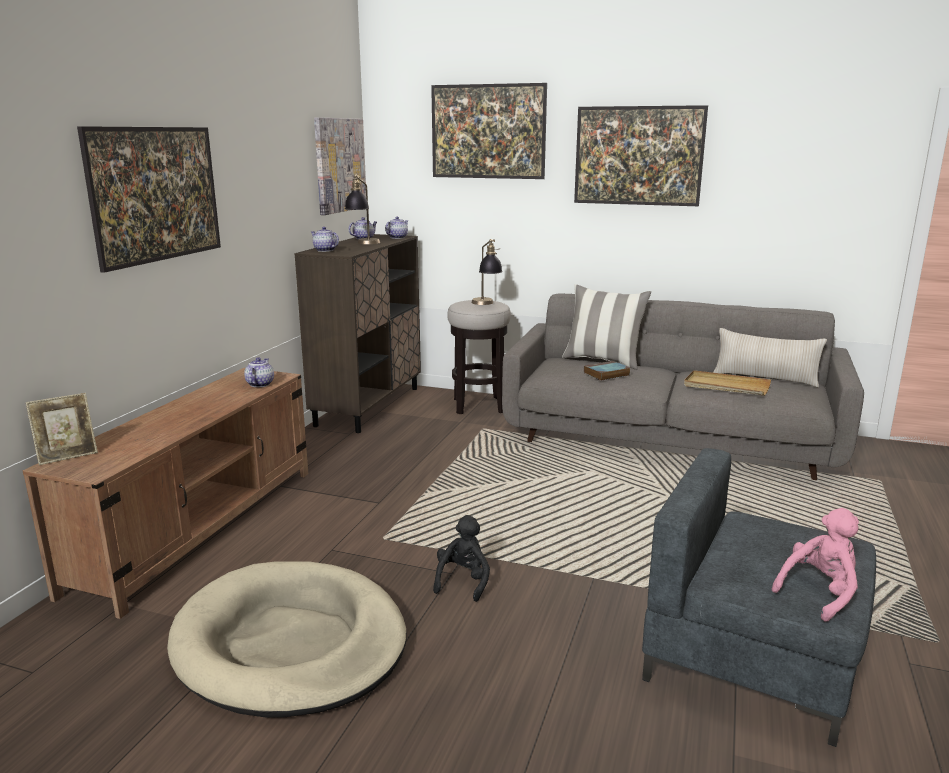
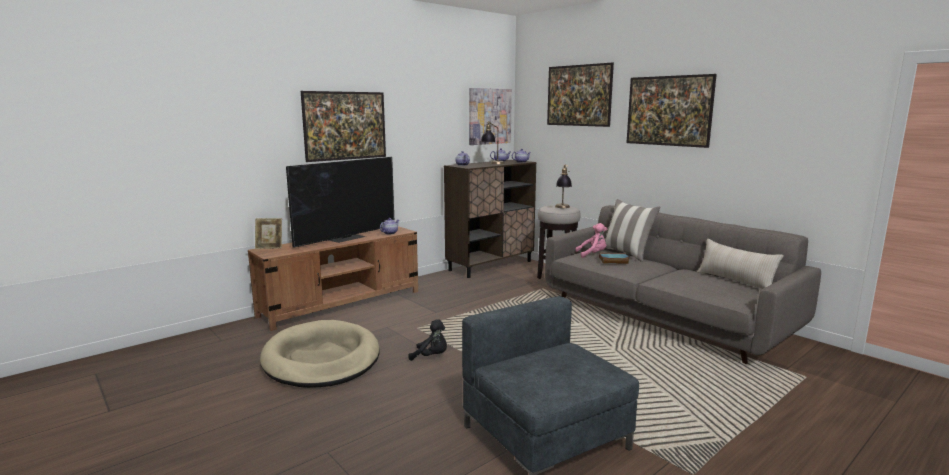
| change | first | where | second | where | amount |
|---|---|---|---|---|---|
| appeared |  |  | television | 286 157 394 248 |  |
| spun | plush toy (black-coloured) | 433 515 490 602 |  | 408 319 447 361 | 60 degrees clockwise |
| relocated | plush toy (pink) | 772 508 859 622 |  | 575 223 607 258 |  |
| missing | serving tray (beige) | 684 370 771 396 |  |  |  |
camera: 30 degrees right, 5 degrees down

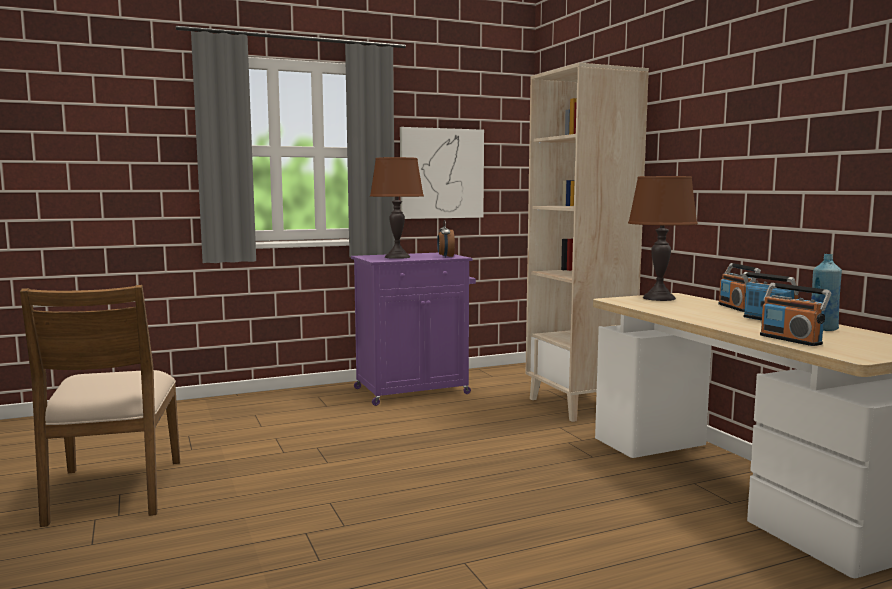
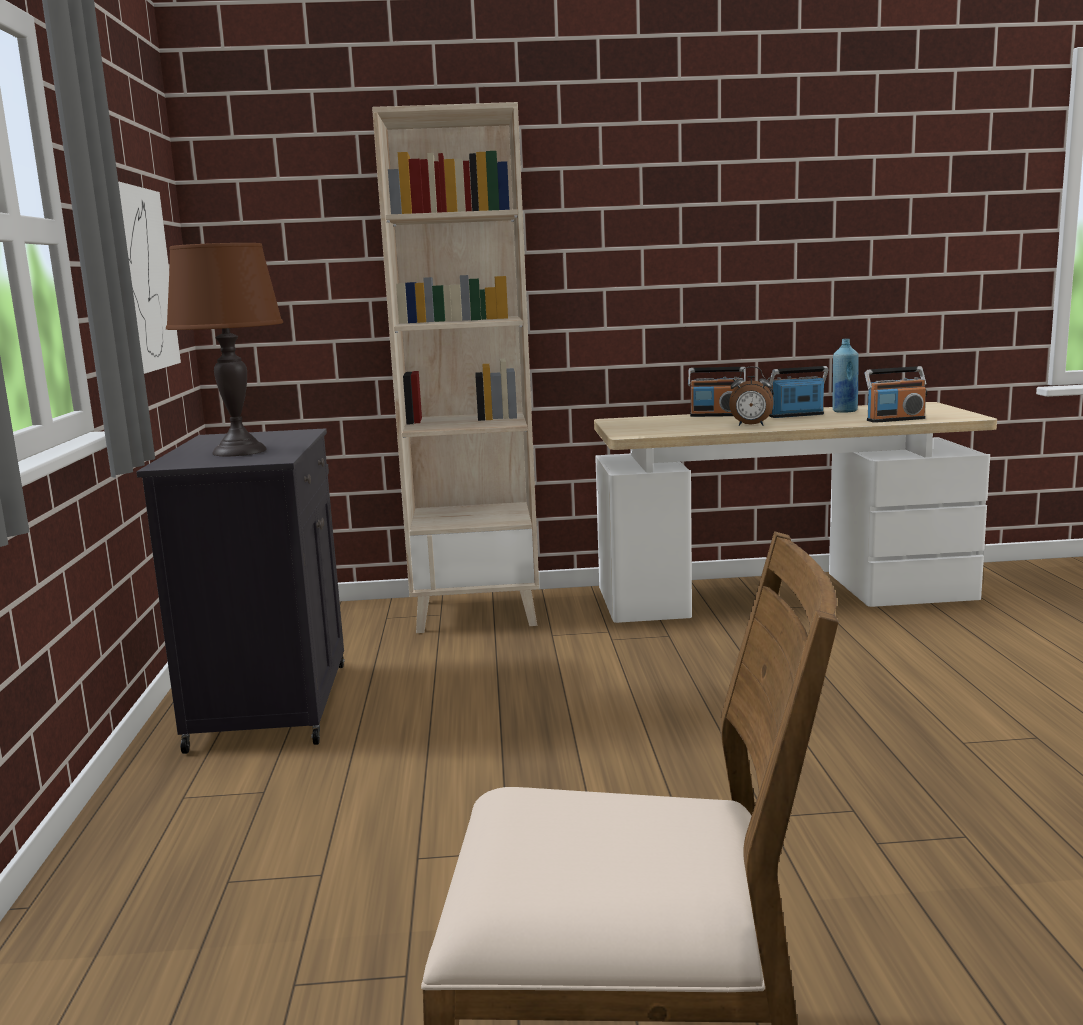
| change | first | where | second | where | amount |
|---|---|---|---|---|---|
| colour | cabinet (purple) | 351 253 476 406 | cabinet (black-coloured) | 136 428 345 754 |  |
| relocated | alarm clock | 437 220 455 258 |  | 729 366 774 426 |  |
| missing | tabletop lamp (brownish) | 628 176 698 301 |  |  |  |
camera: 70 degrees left, 5 degrees up

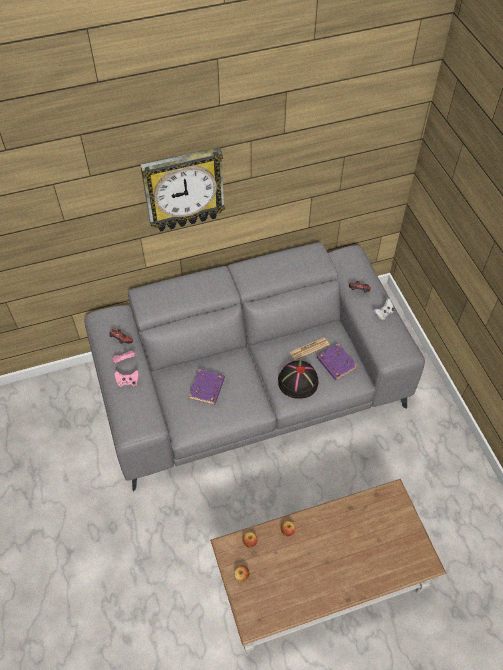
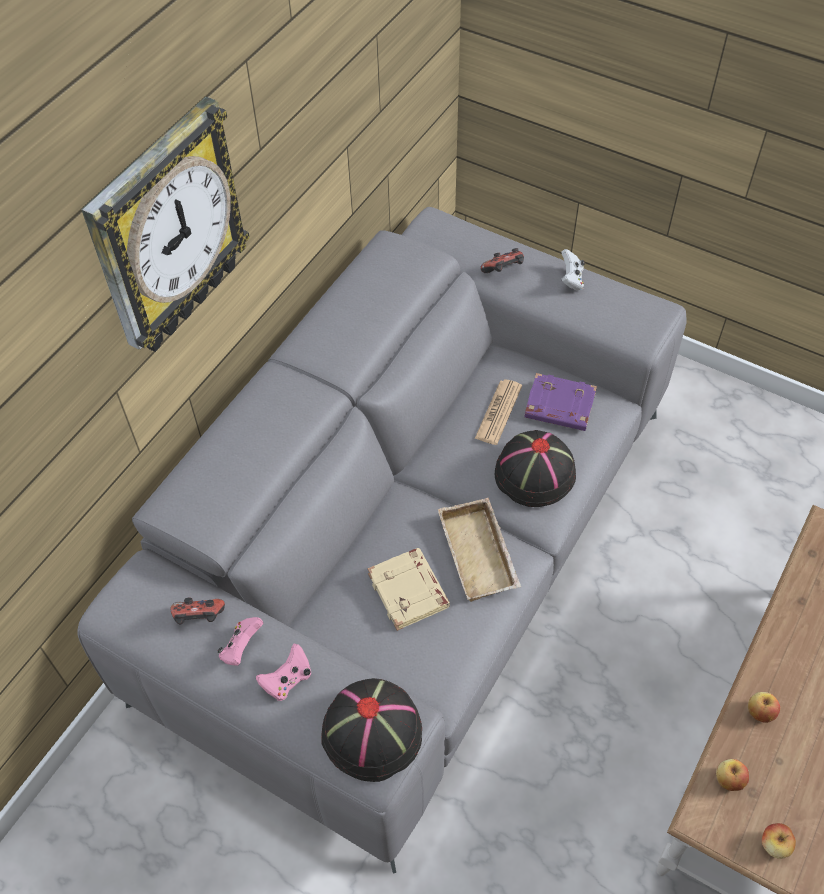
| change | first | where | second | where | amount |
|---|---|---|---|---|---|
| appeared |  |  | clothing hat (black-coloured) | 321 678 422 782 |  |
| colour | volume (purple) | 189 369 225 405 | volume (beige) | 368 548 450 631 |  |
| appeared |  |  | serving tray (beige) | 438 498 521 602 |  |
camera: 40 degrees left, 0 degrees up

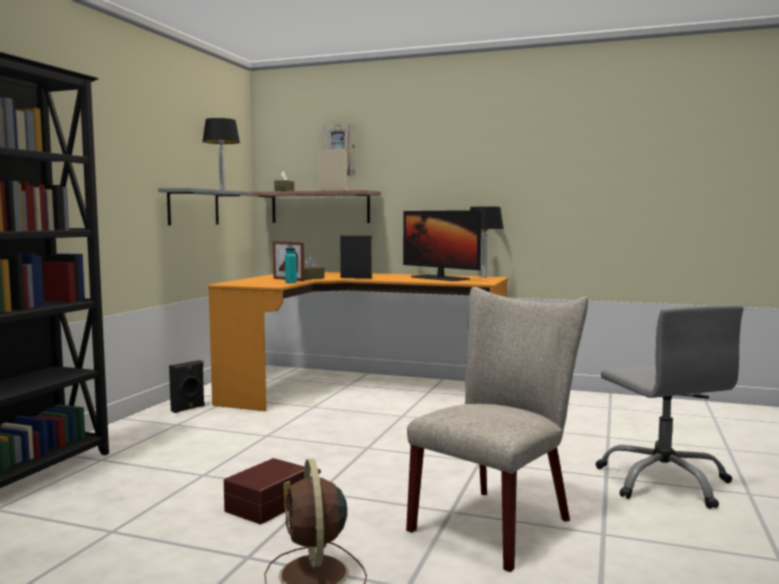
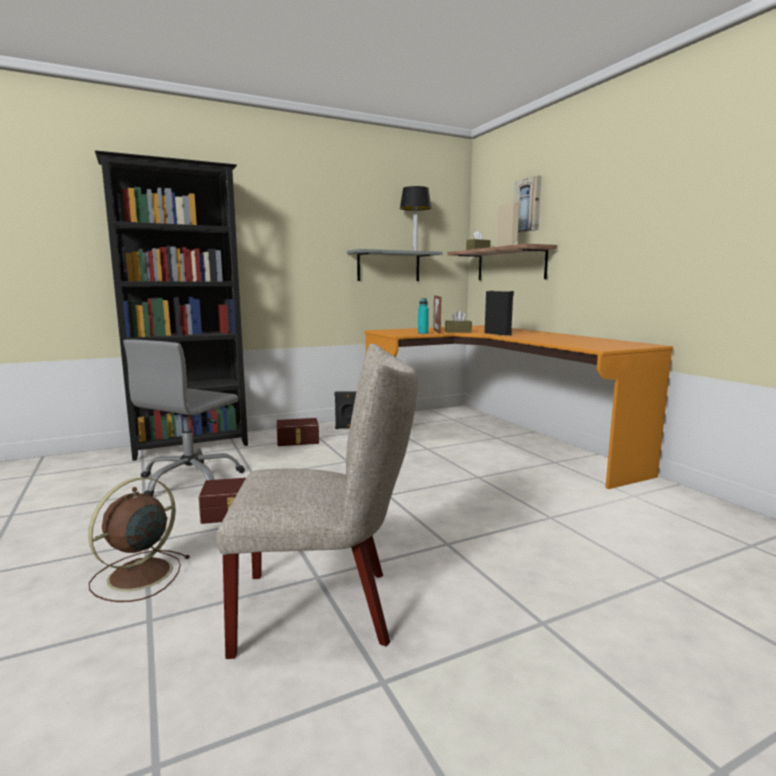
| change | first | where | second | where | amount |
|---|---|---|---|---|---|
| relocated | office chair (greyish) | 595 305 744 509 |  | 123 339 245 497 |  |
| appeared |  |  | storage bin (brownish) | 277 418 319 446 |  |
| missing | computer display | 403 210 482 281 |  |  |  |
| missing | tabletop lamp | 470 207 504 278 |  |  |  |
camera: 45 degrees right, 5 degrees up

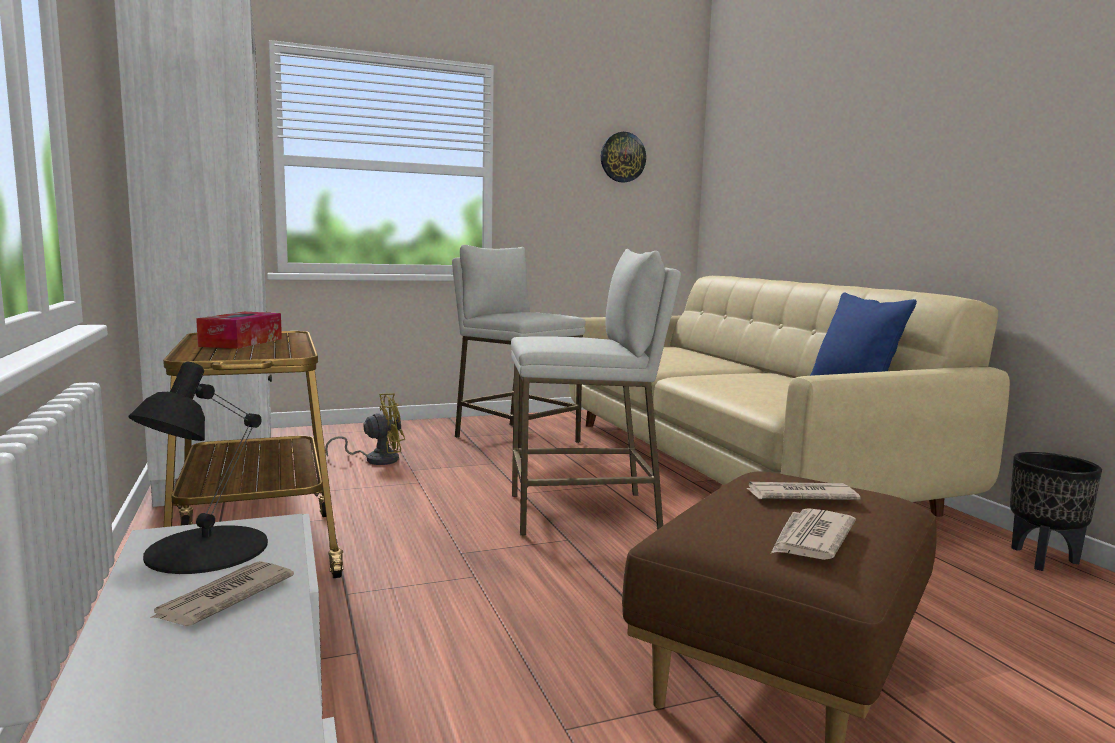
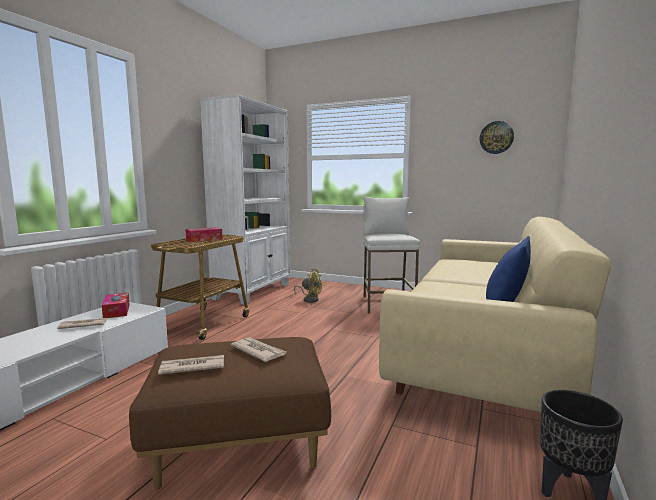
| change | first | where | second | where | amount |
|---|---|---|---|---|---|
| exchanged | tabletop lamp (black-coloured) | 128 362 268 574 | tissue box | 102 293 130 318 |  |
| missing | sitting stool (whitish) | 511 249 681 535 |  |  |  |
camera: 45 degrees right, 0 degrees up

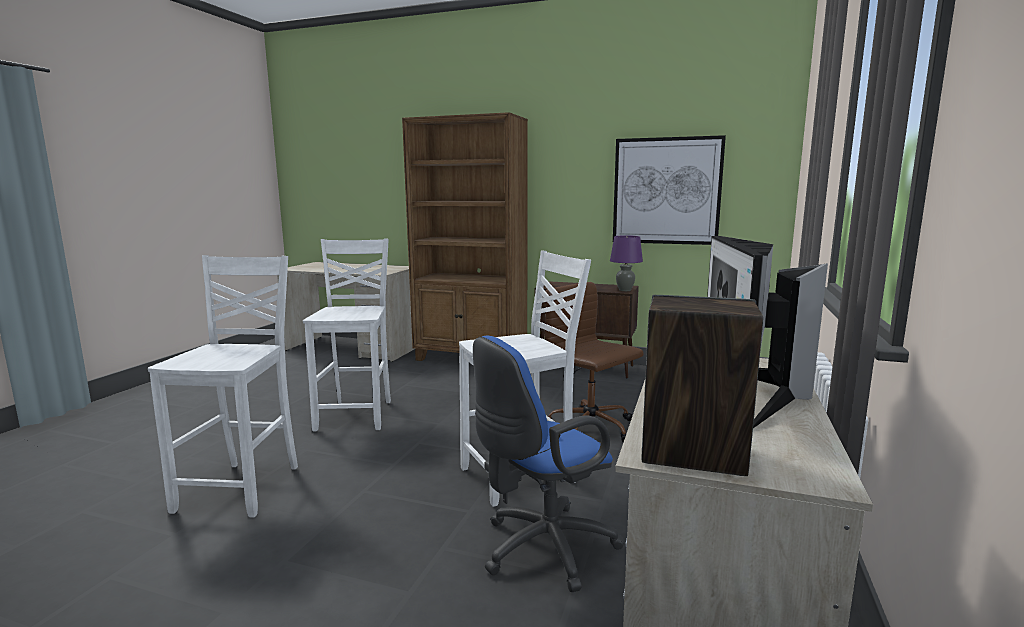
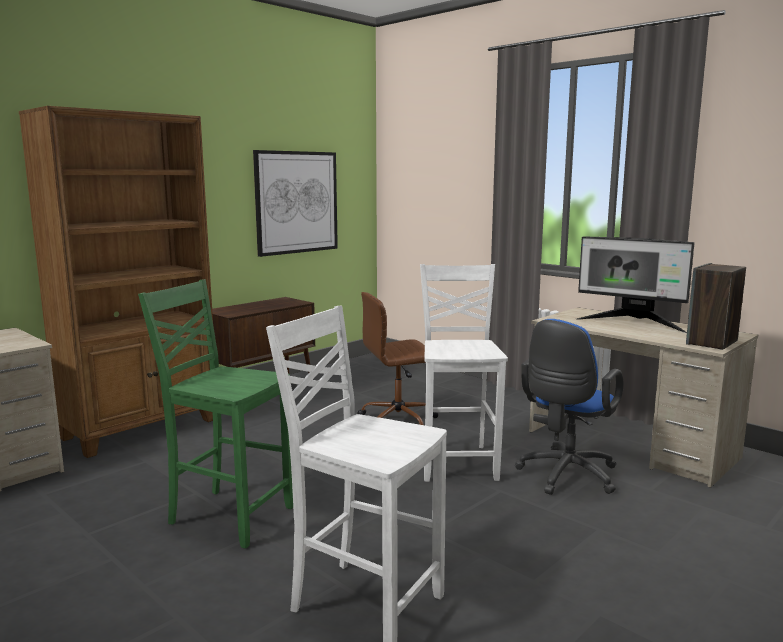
| change | first | where | second | where | amount |
|---|---|---|---|---|---|
| colour | upright chair (whitish) | 303 238 391 431 | upright chair (green) | 138 279 293 548 |  |
| spun | office chair (bluish) | 473 336 624 592 |  | 515 319 624 495 | 45 degrees clockwise |
| missing | tabletop lamp (purple) | 610 235 643 291 |  |  |  |
camera: 65 degrees left, 0 degrees up

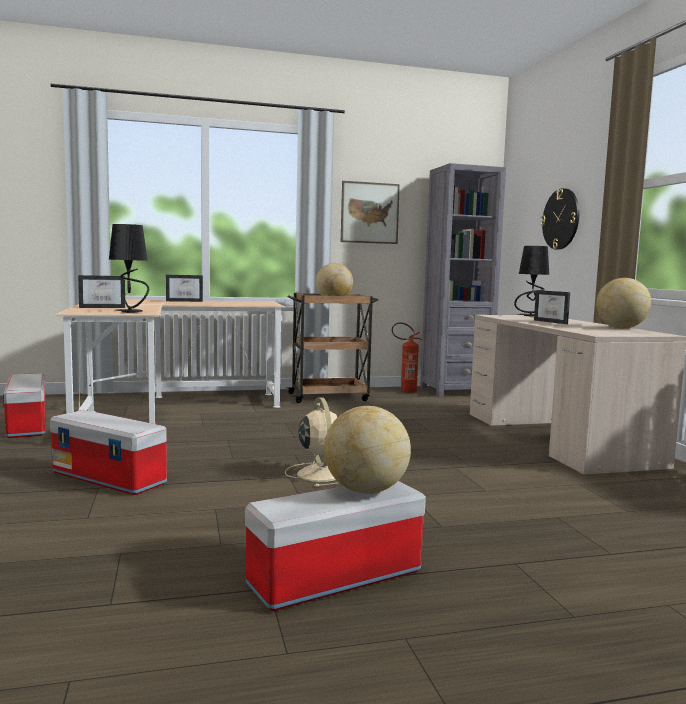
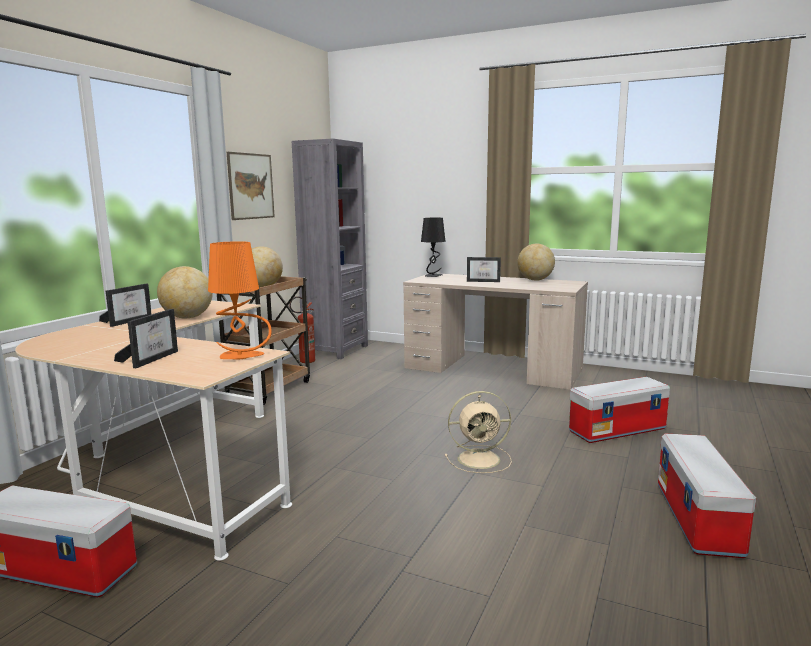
| change | first | where | second | where | amount |
|---|---|---|---|---|---|
| relocated | desk globe | 324 406 411 494 |  | 157 266 213 318 |  |
| colour | tabletop lamp (black-coloured) | 109 224 149 313 | tabletop lamp (orange-coloured) | 208 241 272 360 |  |
| spun | cooling fan (beige) | 285 397 339 487 |  | 445 391 512 473 | 150 degrees clockwise |
| relocated | storage bin | 50 410 167 495 |  | 569 377 670 443 |  |
| missing | clock on the wall | 541 188 579 250 |  |  |  |
camera: 50 degrees left, 5 degrees up

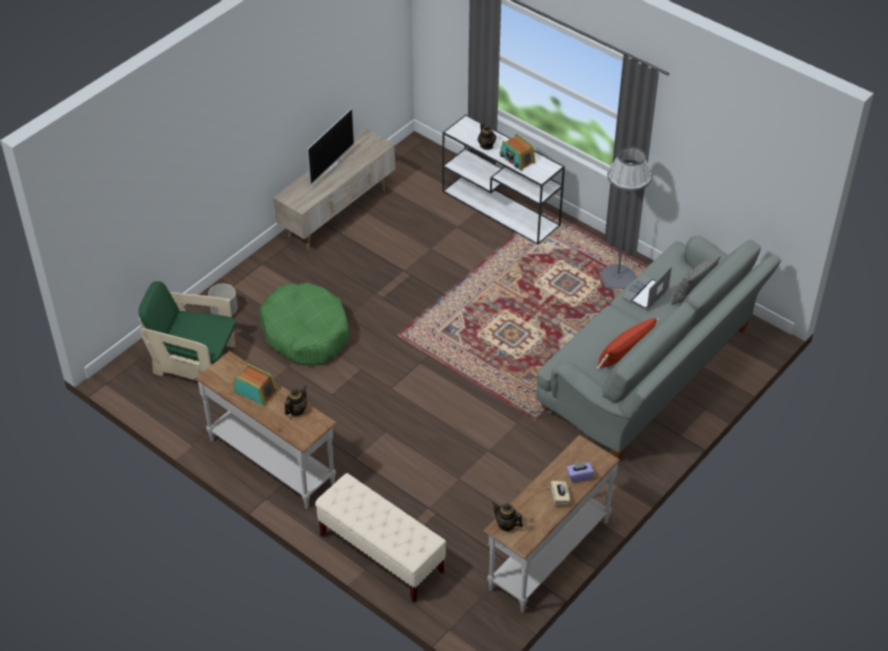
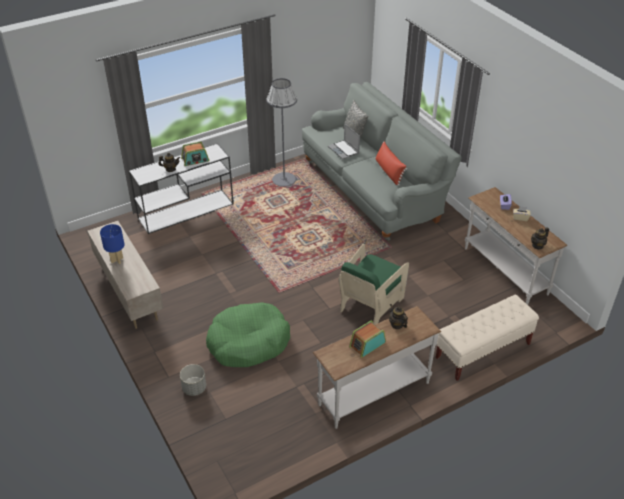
| change | first | where | second | where | amount |
|---|---|---|---|---|---|
| exchanged | television | 307 108 354 185 | tabletop lamp (bluish) | 100 224 125 264 |  |
| relocated | lounge chair (green) | 139 281 235 381 |  | 339 244 409 325 |  |
camera: 70 degrees left, 5 degrees down

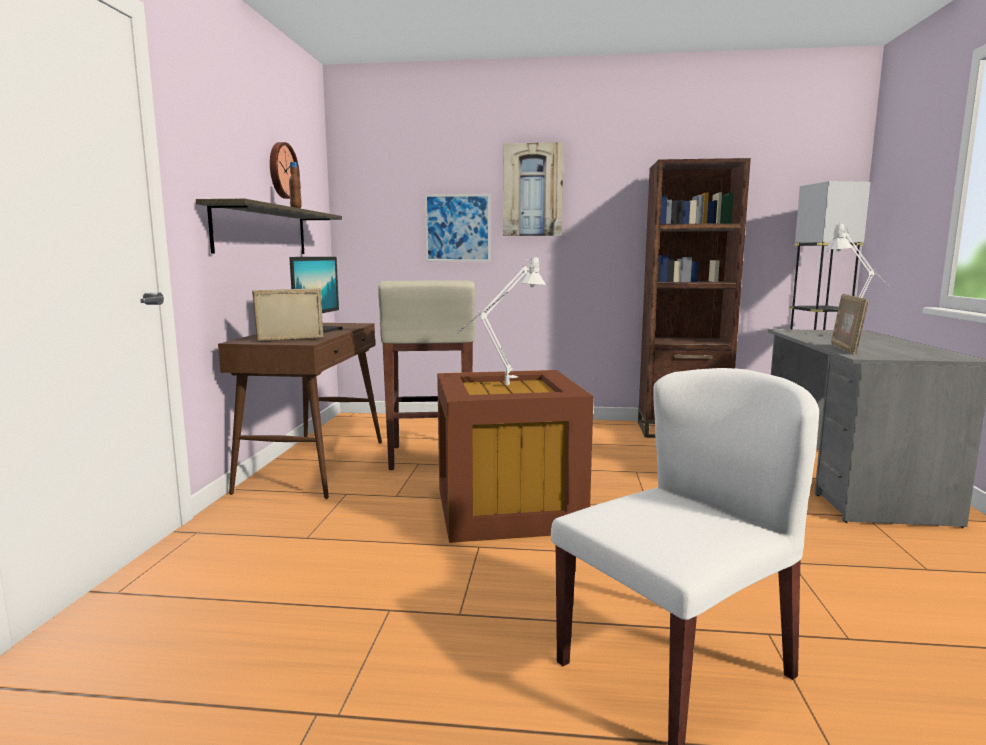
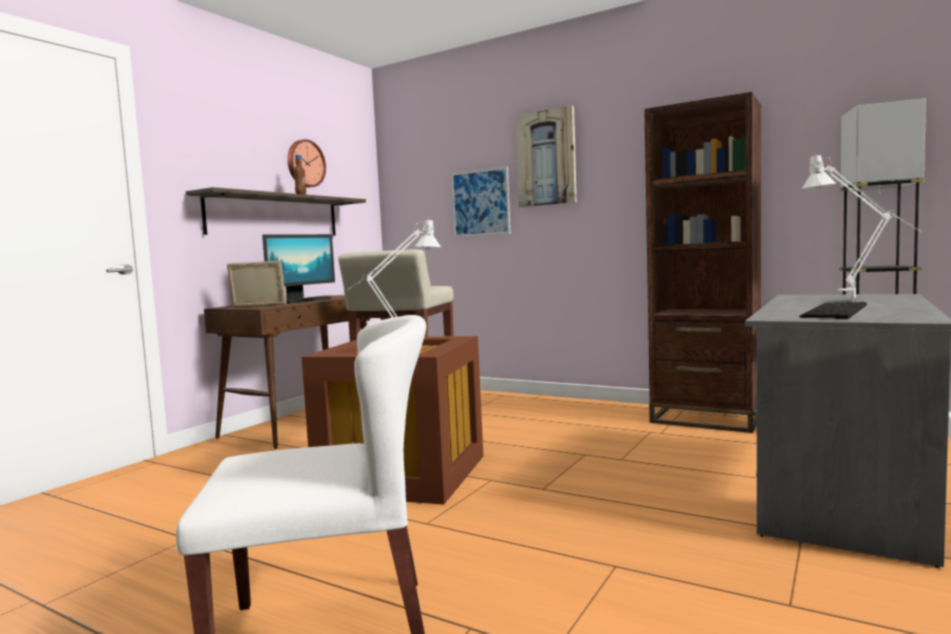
| change | first | where | second | where | amount |
|---|---|---|---|---|---|
| appeared |  |  | keyboard | 800 302 867 319 |  |
| missing | picture frame | 831 294 869 354 |  |  |  |
camera: 25 degrees right, 5 degrees down

